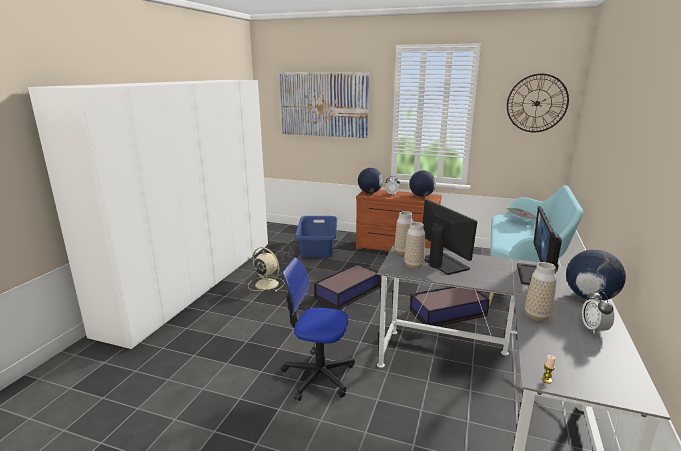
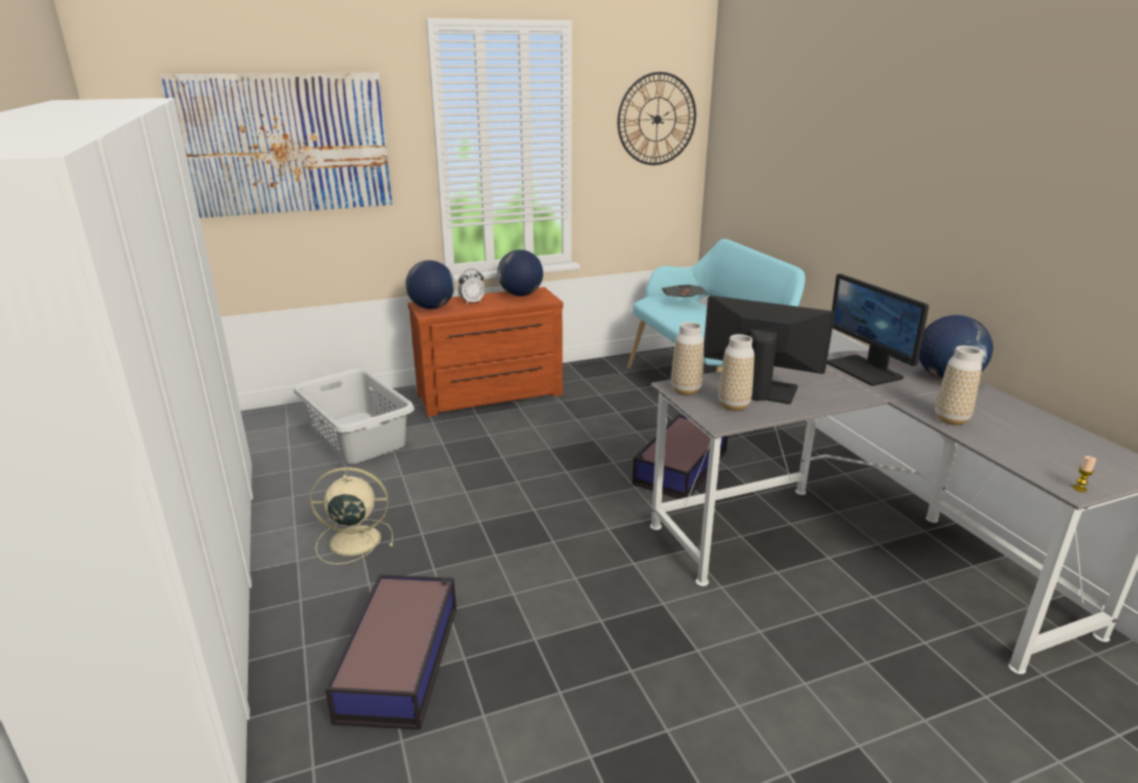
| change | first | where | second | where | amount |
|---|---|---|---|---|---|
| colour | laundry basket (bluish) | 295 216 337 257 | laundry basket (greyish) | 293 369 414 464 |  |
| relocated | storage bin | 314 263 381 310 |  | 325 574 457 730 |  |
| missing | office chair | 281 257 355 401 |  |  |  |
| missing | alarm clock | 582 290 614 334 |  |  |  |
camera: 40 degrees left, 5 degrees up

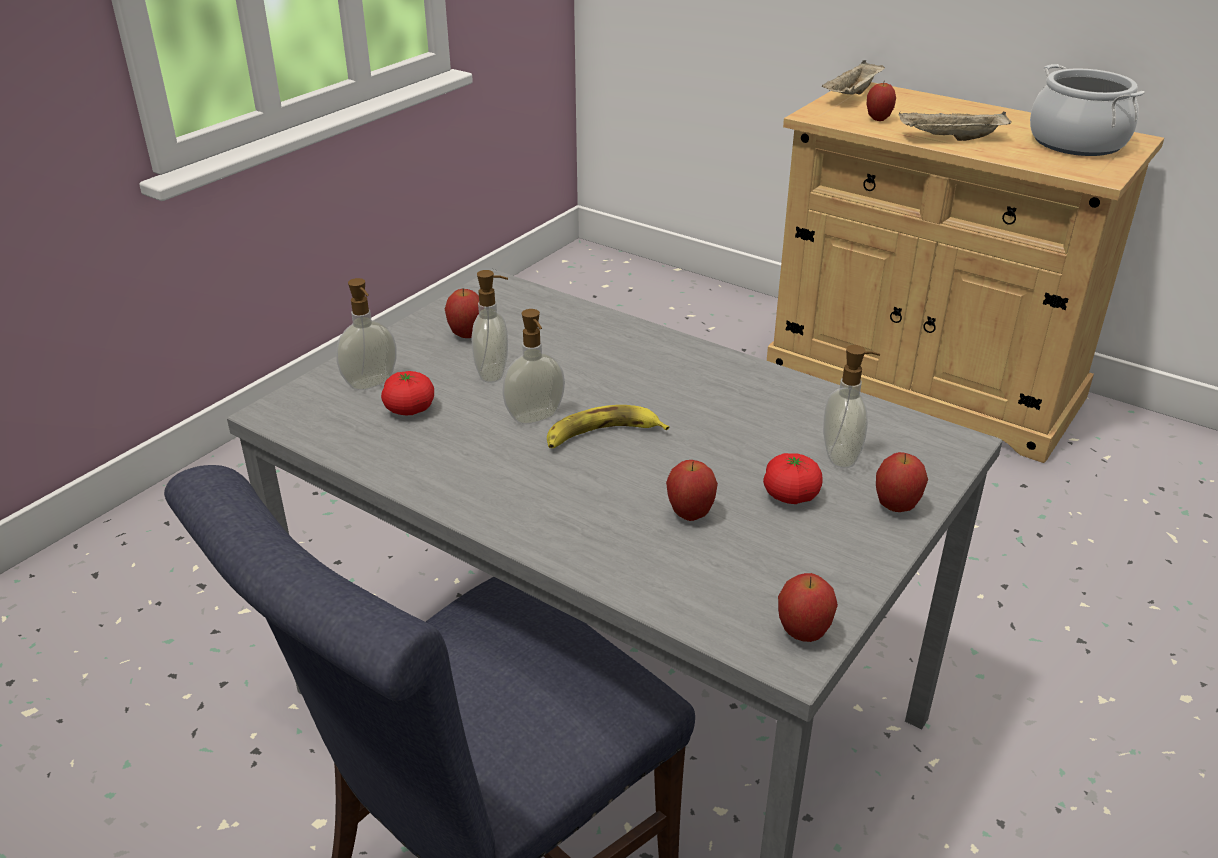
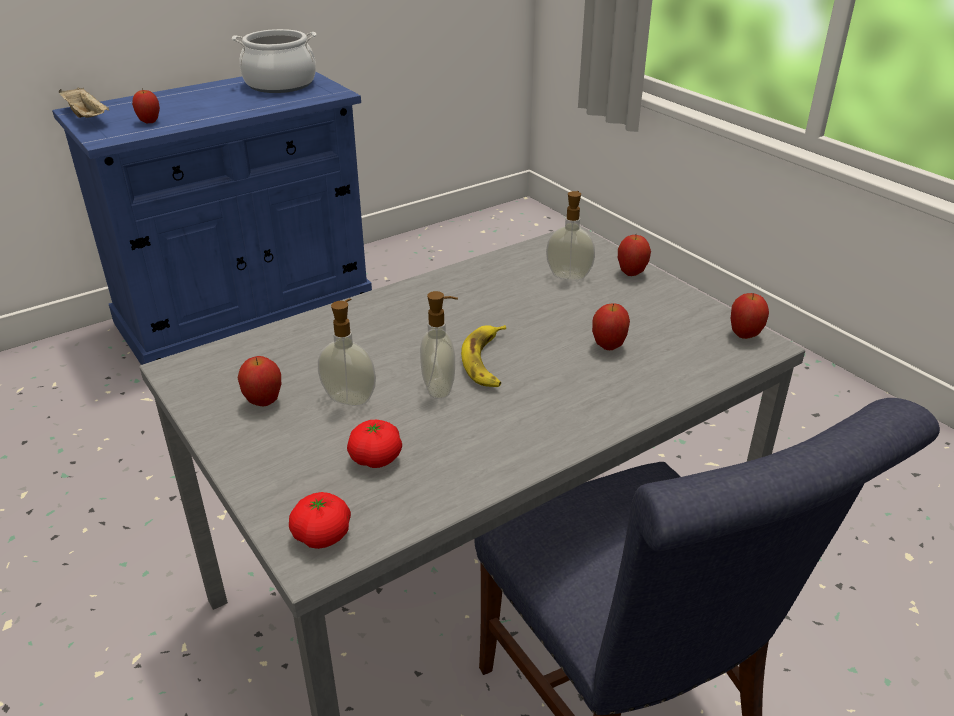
| change | first | where | second | where | amount |
|---|---|---|---|---|---|
| colour | cabinet (beige) | 767 82 1164 463 | cabinet (bluish) | 52 71 372 365 |  |
| relocated | tomato | 763 453 822 504 |  | 289 492 351 549 |  |
| missing | soap dispenser | 336 278 397 390 |  |  |  |
| missing | serving tray (beige) | 899 112 1012 141 |  |  |  |
camera: 70 degrees left, 0 degrees up

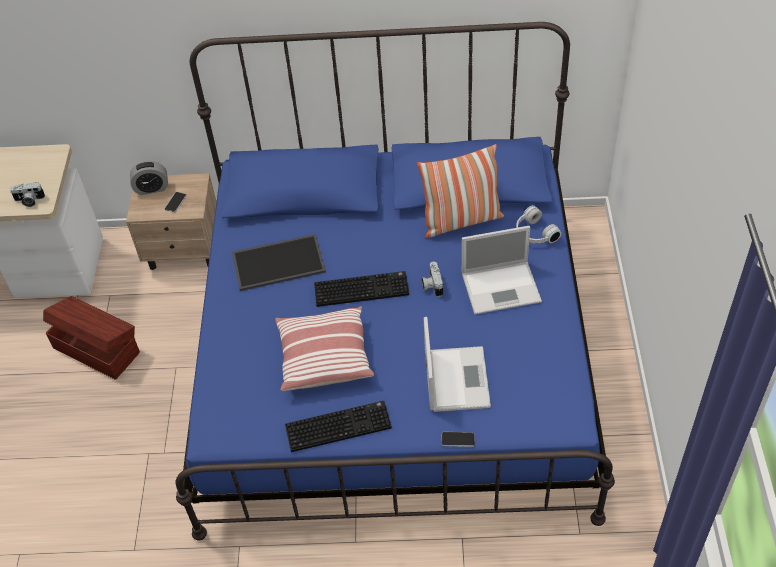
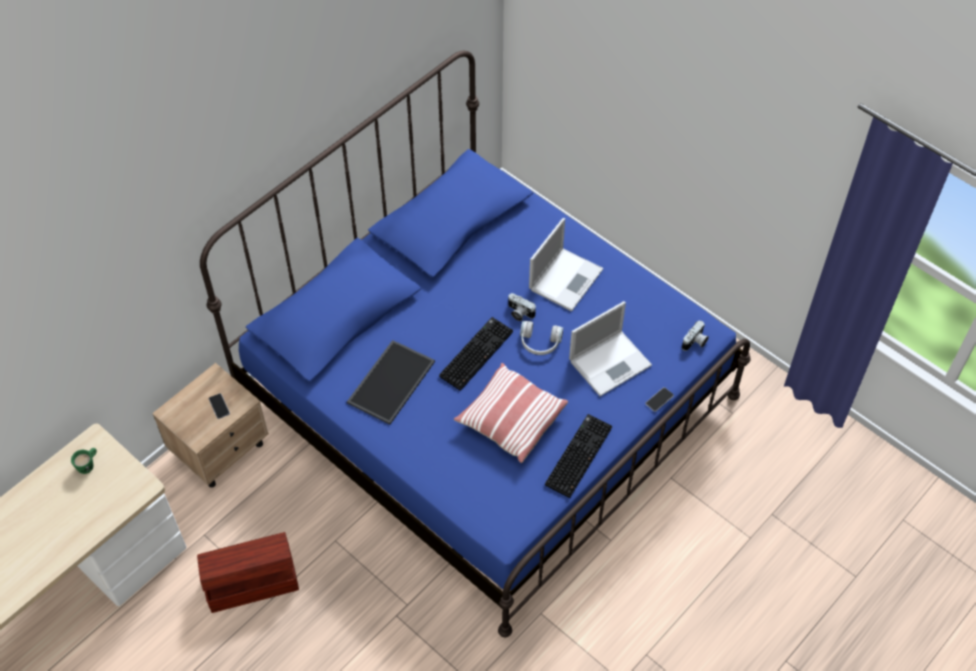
| change | first | where | second | where | amount |
|---|---|---|---|---|---|
| appeared |  |  | tea mug (green) | 71 448 97 474 |  |
| relocated | pair of headphones (whitish) | 516 205 561 244 |  | 520 321 563 355 |  |
| spun | laptop | 424 317 491 412 |  | 569 301 652 396 | 105 degrees clockwise |
| relocated | still camera | 10 182 45 207 |  | 682 320 709 351 |  |
| missing | alarm clock | 130 161 168 195 |  |  |  |
| missing | pillow | 417 144 504 238 |  |  |  |
camera: 50 degrees left, 5 degrees up

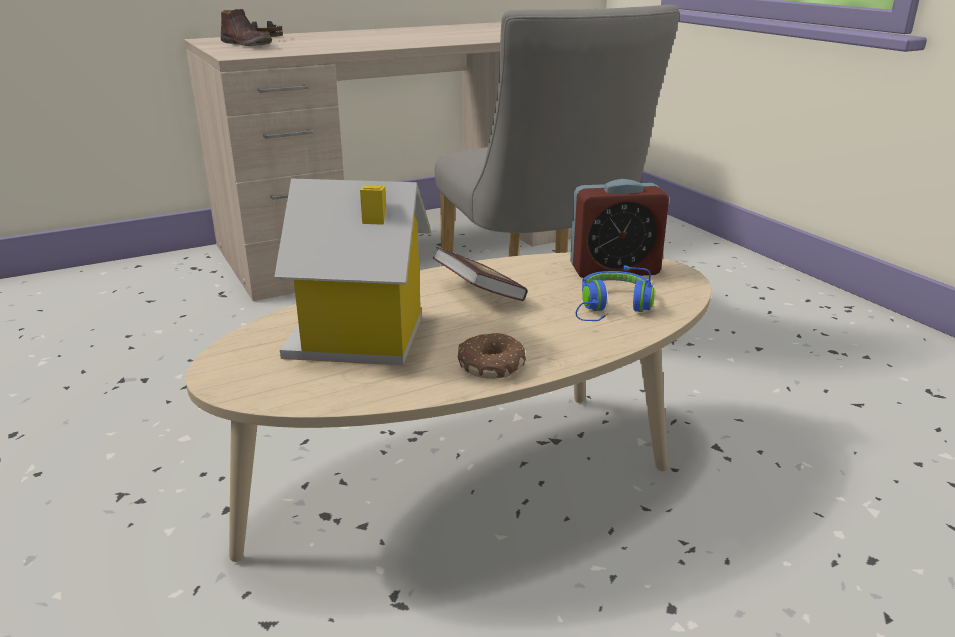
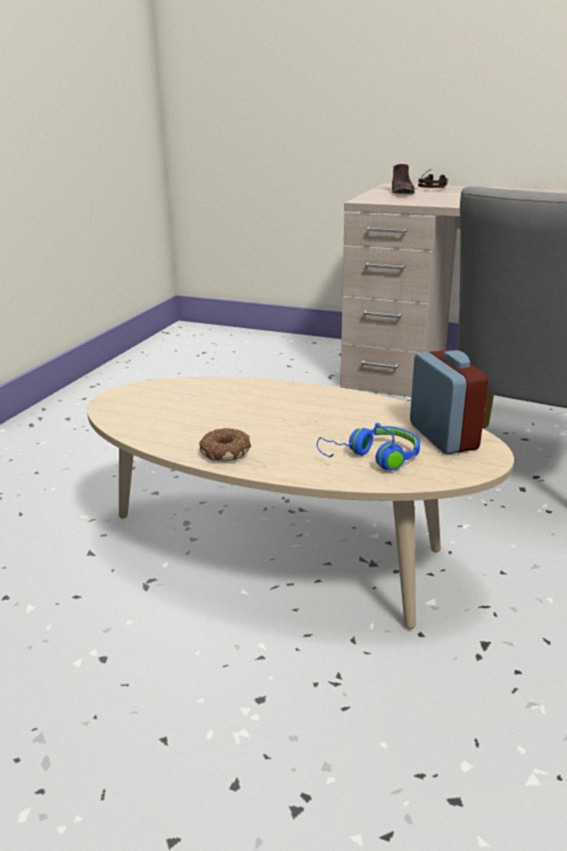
| change | first | where | second | where | amount |
|---|---|---|---|---|---|
| spun | alarm clock | 570 179 669 278 |  | 410 350 488 454 | 150 degrees counterclockwise |
| missing | miniature house | 274 178 431 365 |  |  |  |
| missing | volume | 433 247 527 301 |  |  |  |
camera: 50 degrees right, 0 degrees up

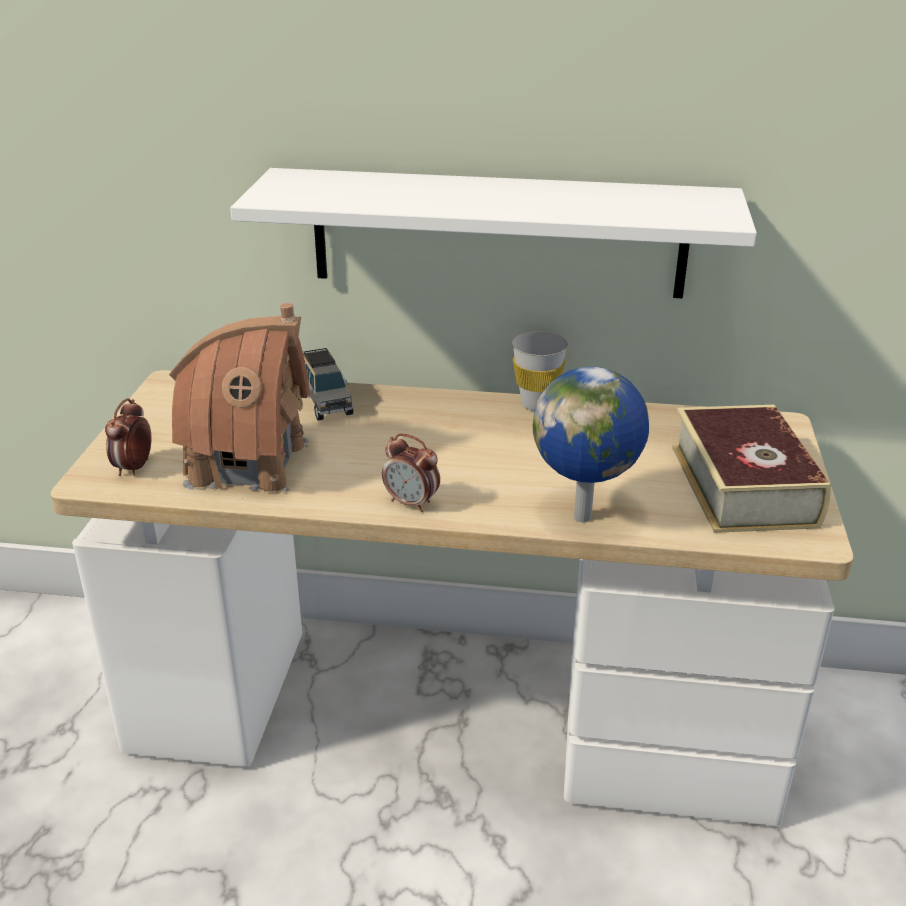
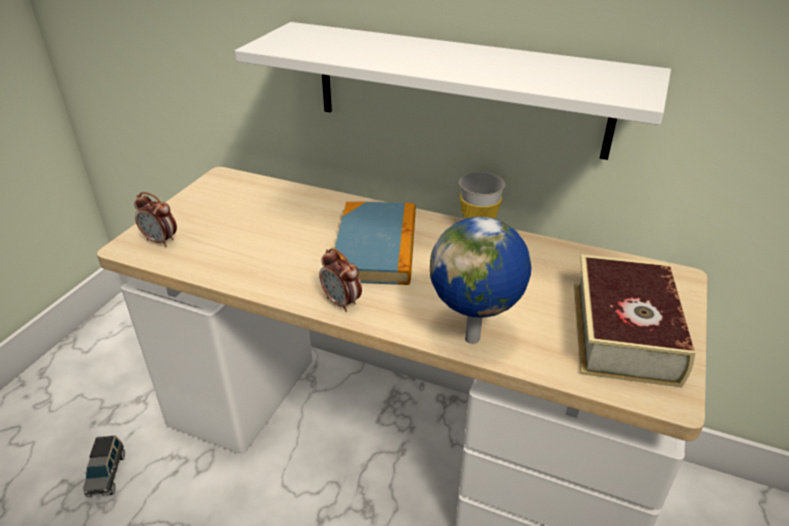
| change | first | where | second | where | amount |
|---|---|---|---|---|---|
| relocated | toy car (greyish) | 303 348 353 420 |  | 83 435 125 497 |  |
| spun | alarm clock | 105 398 151 476 |  | 134 192 177 247 | 90 degrees counterclockwise |
| appeared |  |  | volume | 334 202 416 285 |  |
| missing | miniature house | 169 303 310 499 |  |  |  |
camera: 15 degrees right, 5 degrees up

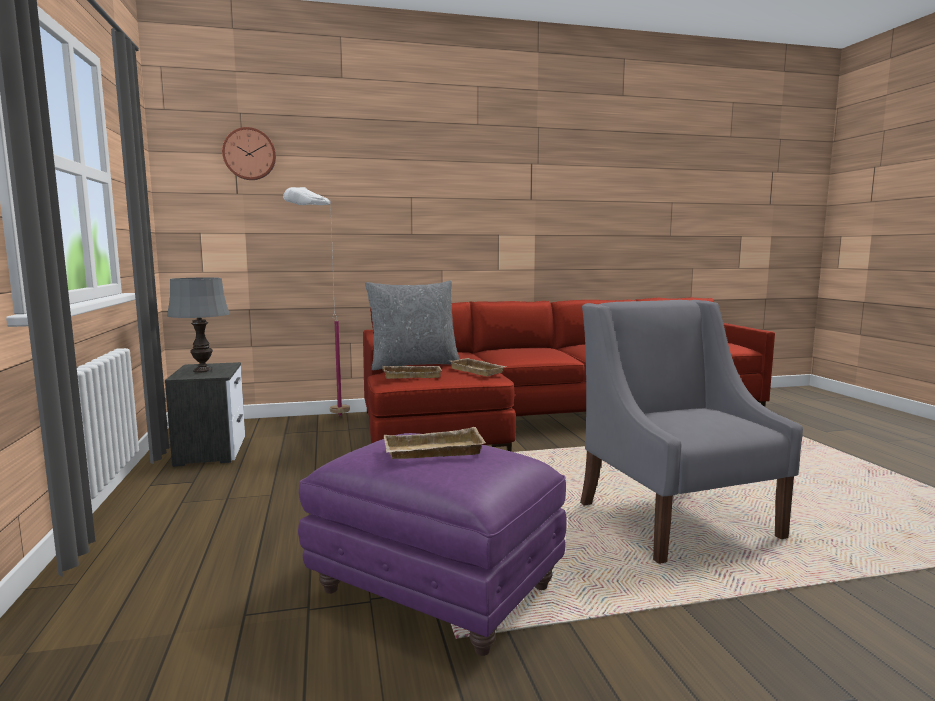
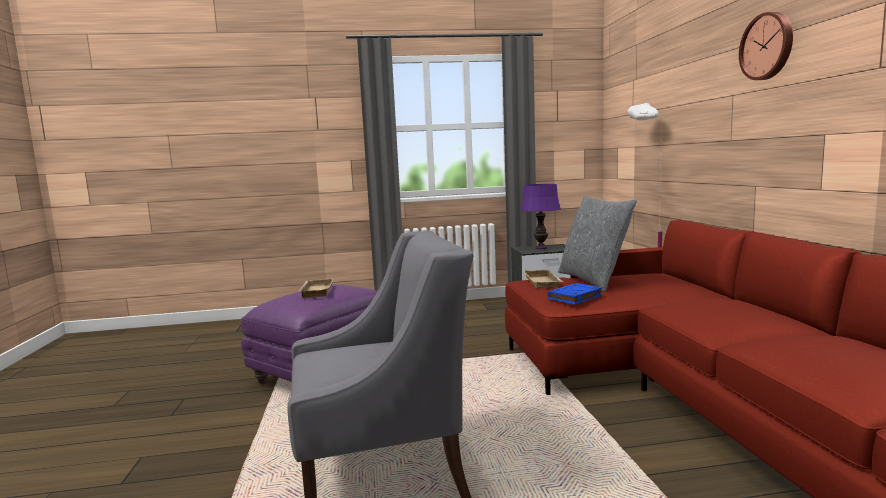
| change | first | where | second | where | amount |
|---|---|---|---|---|---|
| colour | tabletop lamp (greyish) | 167 277 230 373 | tabletop lamp (purple) | 521 184 561 249 |  |
| exchanged | serving tray (beige) | 448 358 506 376 | volume (bluish) | 547 283 602 305 |  |
| relocated | clock on the wall | 222 127 276 180 |  | 739 12 793 80 |  |
camera: 95 degrees right, 0 degrees up

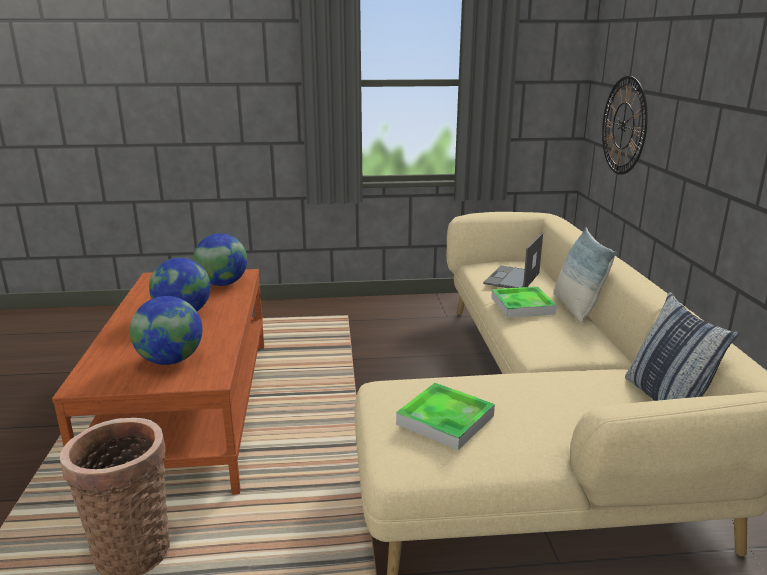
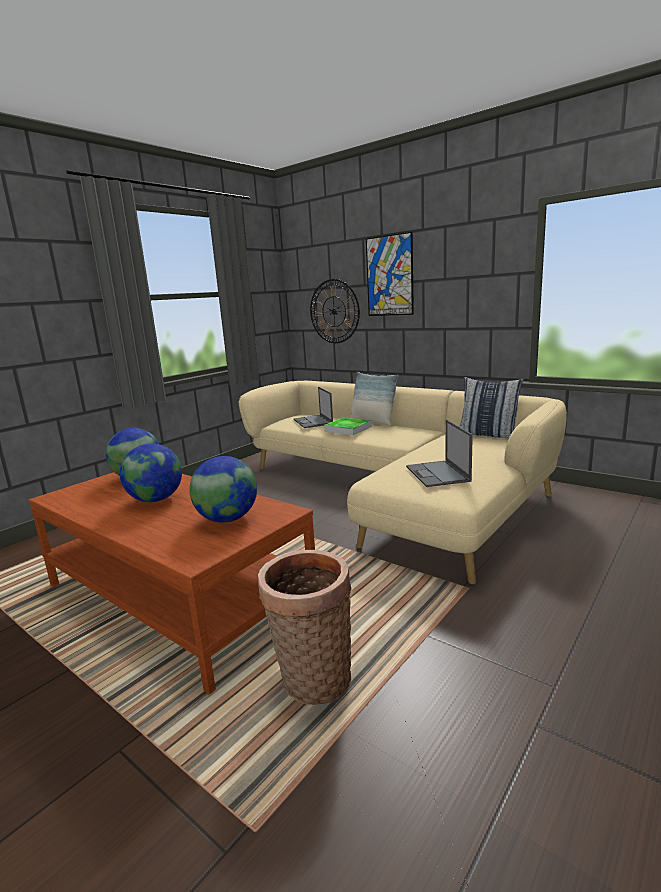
| change | first | where | second | where | amount |
|---|---|---|---|---|---|
| appeared |  |  | wall art | 366 232 414 316 |  |
| exchanged | serving tray | 396 383 495 450 | laptop | 406 420 473 487 |  |
camera: 45 degrees left, 5 degrees down

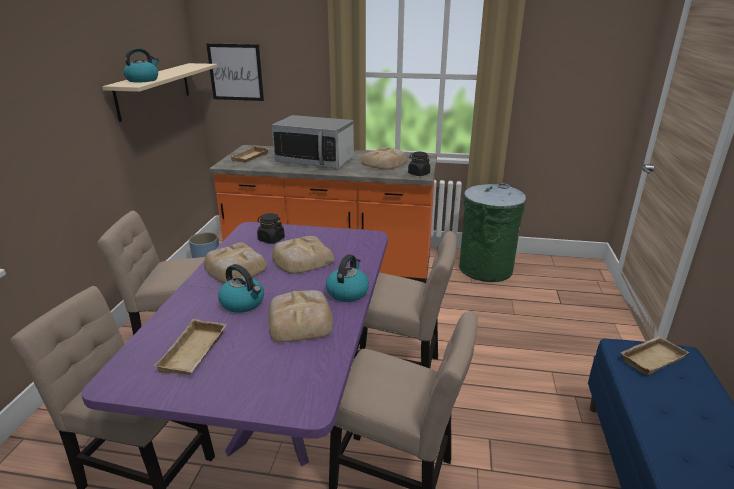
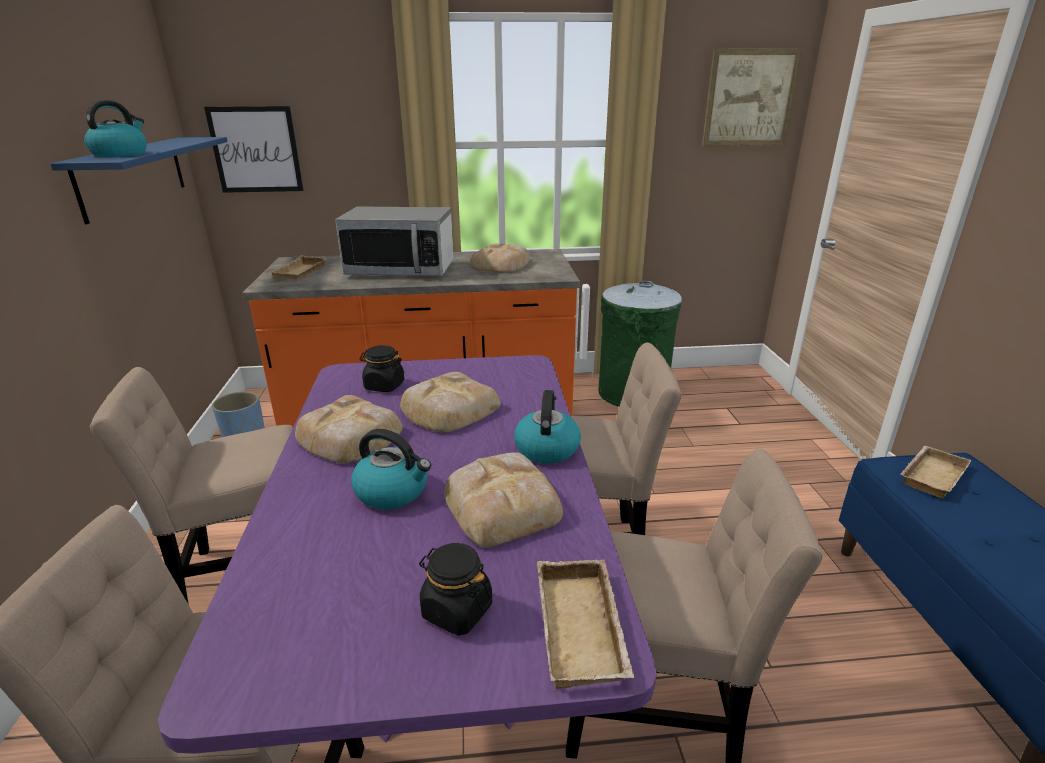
| change | first | where | second | where | amount |
|---|---|---|---|---|---|
| colour | bracket shelf (beige) | 102 63 218 122 | bracket shelf (bluish) | 50 137 228 224 |  |
| relocated | jar (black-coloured) | 408 152 430 176 |  | 419 543 492 636 |  |
| relocated | serving tray (beige) | 154 319 227 375 |  | 537 559 635 689 |  |
| appeared |  |  | wall art | 702 49 802 146 |  |
camera: 15 degrees left, 0 degrees up

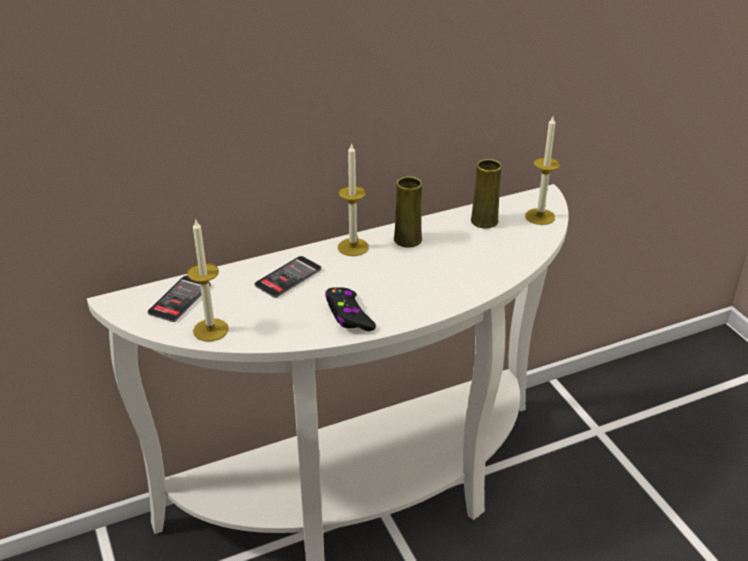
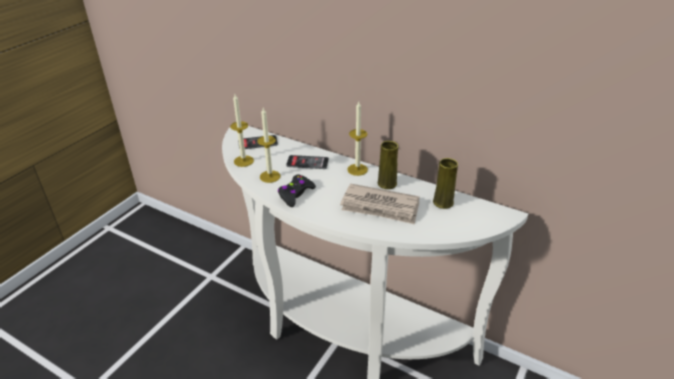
| change | first | where | second | where | amount |
|---|---|---|---|---|---|
| relocated | wax light | 525 116 560 225 |  | 257 108 281 183 |  |
| appeared |  |  | newspaper | 340 184 420 224 |  |
camera: 55 degrees right, 0 degrees up

